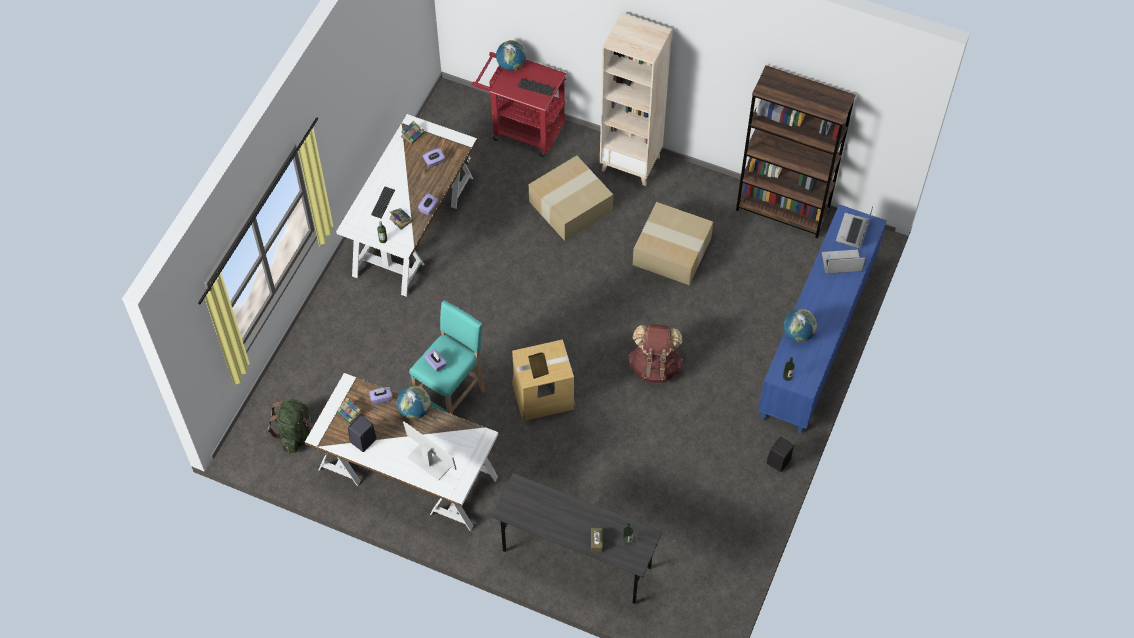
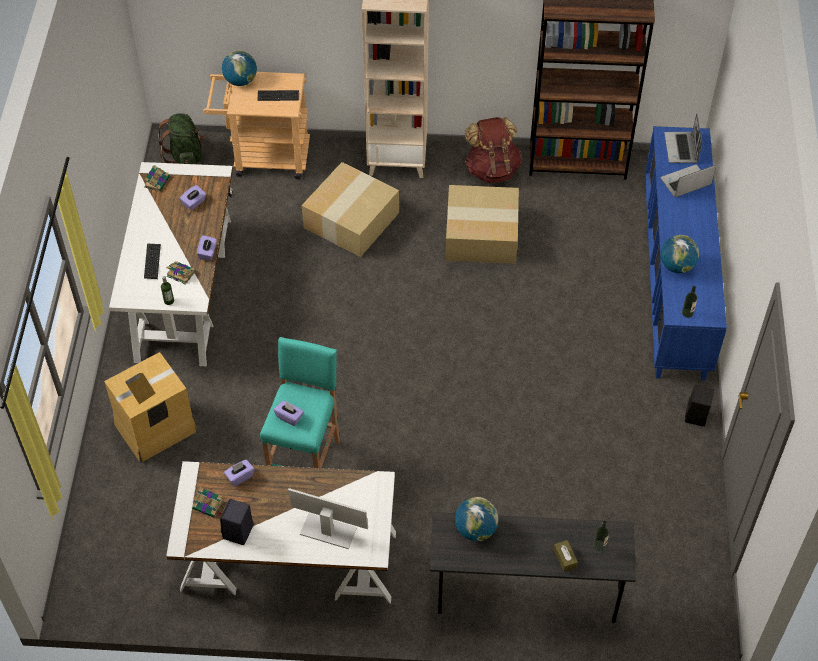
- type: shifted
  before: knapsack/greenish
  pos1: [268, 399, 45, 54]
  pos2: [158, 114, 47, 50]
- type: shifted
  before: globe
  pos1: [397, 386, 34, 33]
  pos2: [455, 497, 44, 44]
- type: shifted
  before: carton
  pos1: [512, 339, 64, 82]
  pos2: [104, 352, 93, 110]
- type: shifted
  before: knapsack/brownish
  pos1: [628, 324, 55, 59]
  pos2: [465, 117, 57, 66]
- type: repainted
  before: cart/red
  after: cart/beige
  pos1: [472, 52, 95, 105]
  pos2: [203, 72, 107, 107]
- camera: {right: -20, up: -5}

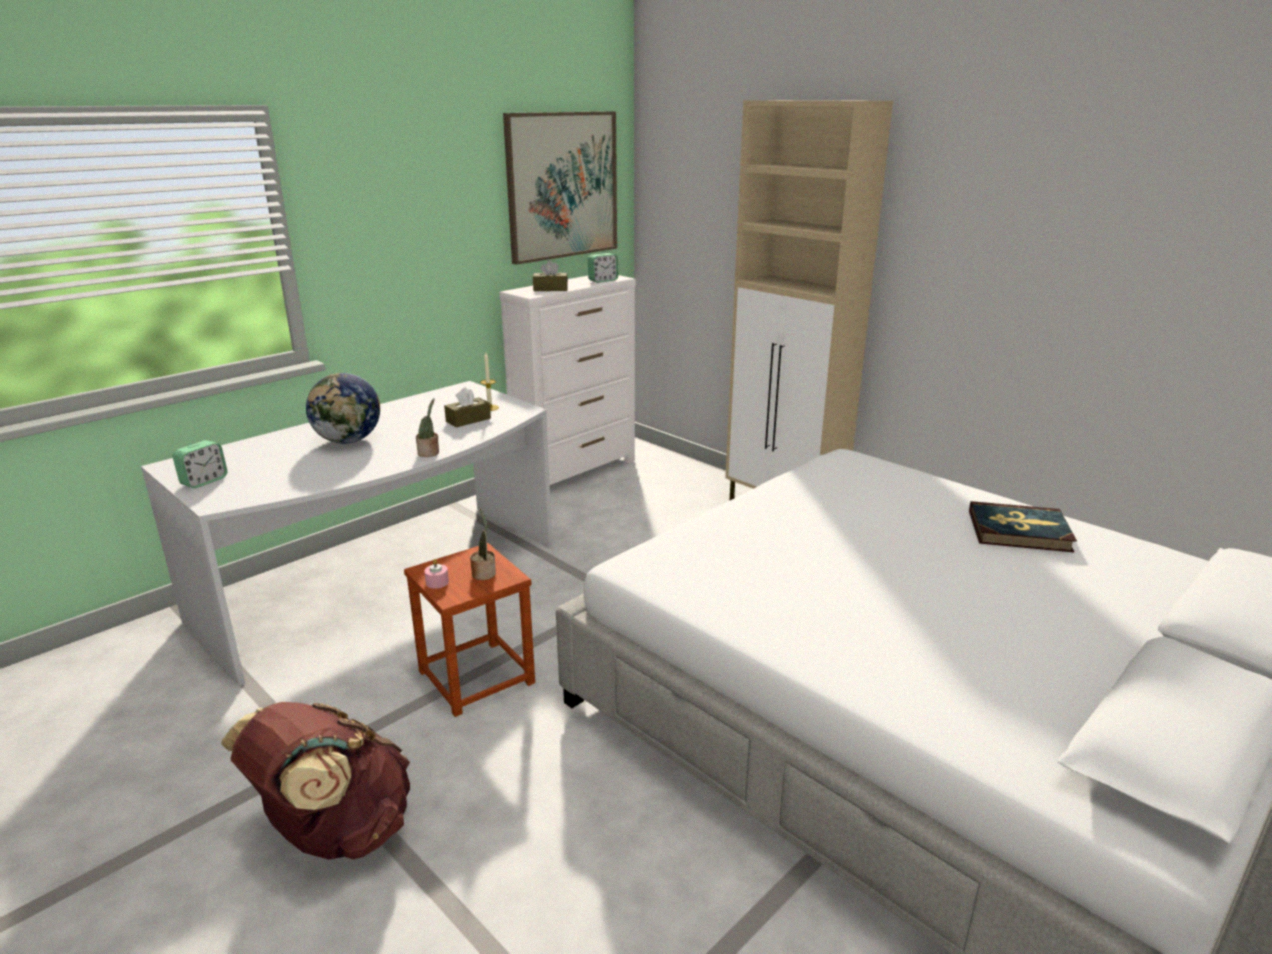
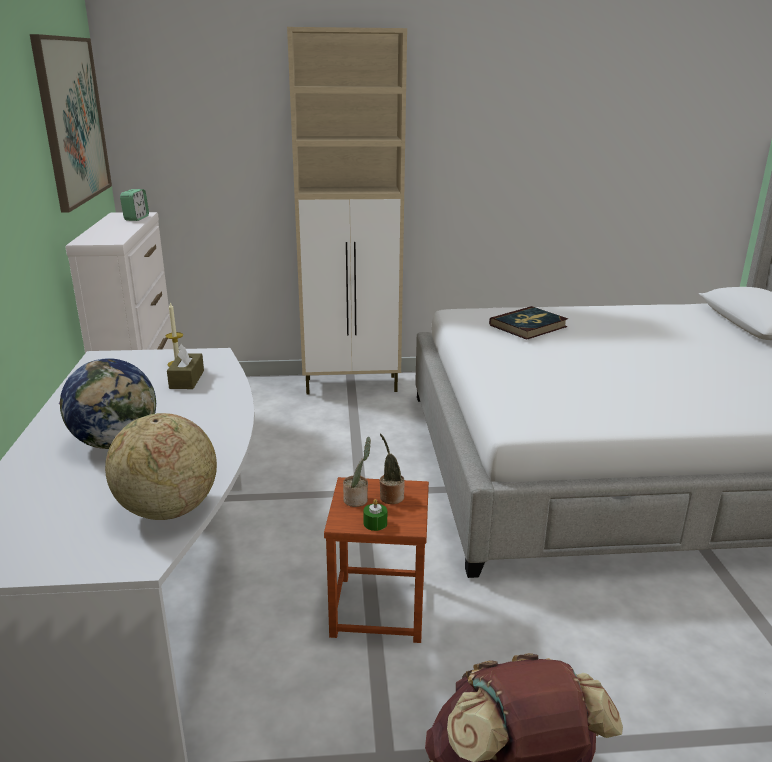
- type: gone
  before: table clock
  pos1: [173, 440, 54, 48]
- type: gone
  before: box of tissues/brownish
  pos1: [533, 260, 35, 31]
- type: new
  after: globe
  pos2: [105, 413, 112, 107]
- type: shifted
  before: potted plant
  pos1: [416, 398, 23, 59]
  pos2: [343, 437, 28, 70]
- type: shifted
  before: bound book
  pos1: [969, 501, 108, 51]
  pos2: [489, 306, 79, 34]
- type: repainted
  before: wax light/pinkish
  after: wax light/greenish
  pos1: [424, 559, 25, 30]
  pos2: [363, 499, 24, 32]
- camera: {right: -50, up: 0}

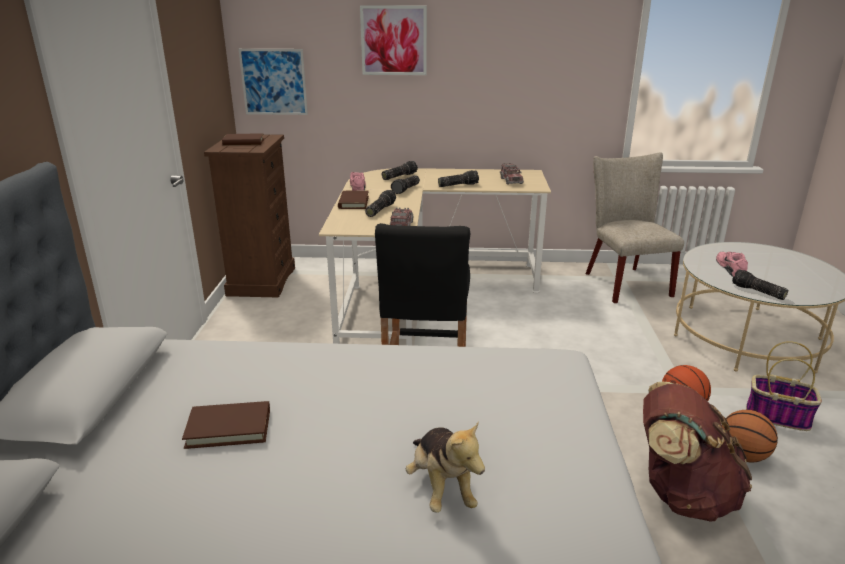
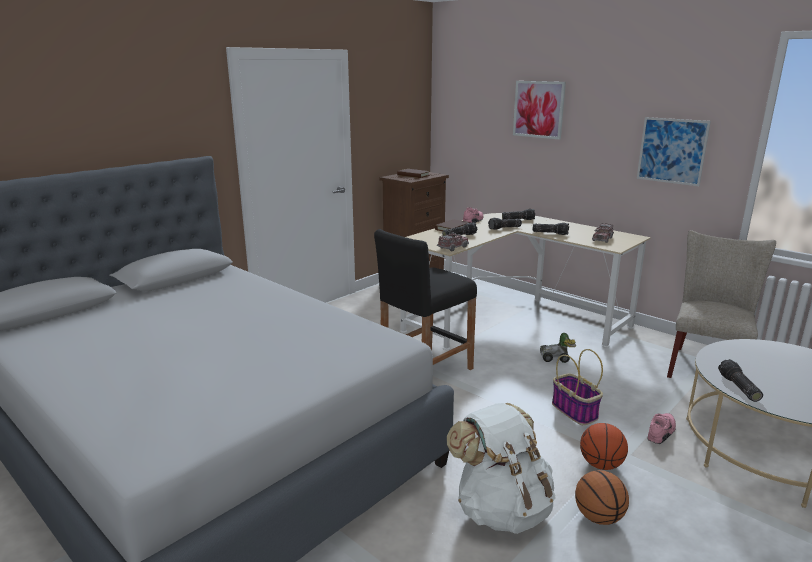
- type: gone
  before: bound book/brownish
  pos1: [182, 401, 88, 48]
- type: gone
  before: cuddly toy
  pos1: [406, 421, 79, 92]
- type: new
  after: miniature car
  pos2: [540, 333, 36, 30]
- type: shifted
  before: wall art
  pos1: [239, 49, 69, 66]
  pos2: [637, 117, 74, 69]
- type: shifted
  before: low shoe/pinkish
  pos1: [716, 252, 32, 25]
  pos2: [647, 413, 29, 31]
- type: shifted
  before: basket
  pos1: [746, 341, 76, 90]
  pos2: [552, 349, 51, 76]
- type: repainted
  before: knapsack/brownish
  after: knapsack/whitish
  pos1: [643, 382, 109, 140]
  pos2: [447, 403, 109, 131]
- camera: {right: 40, up: -5}

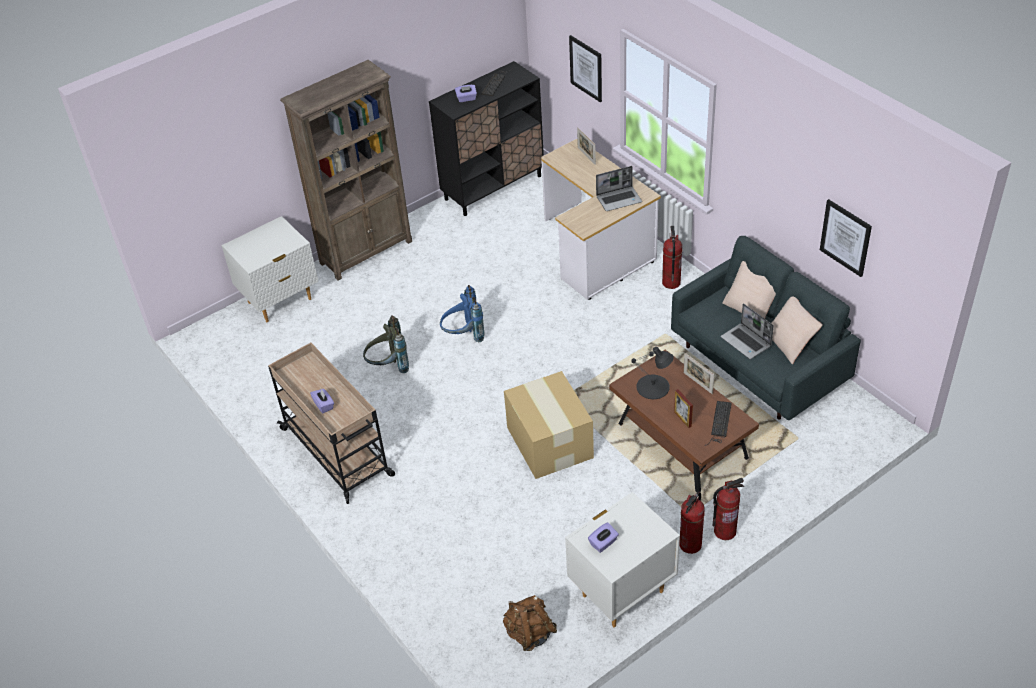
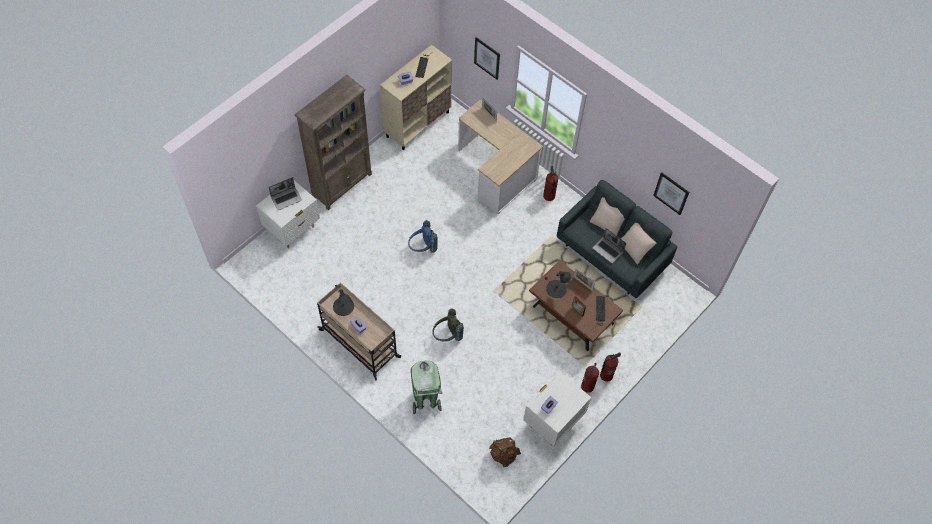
- type: gone
  before: carton
  pos1: [504, 371, 90, 108]
- type: new
  after: table lamp/black-coloured
  pos2: [333, 285, 21, 31]
- type: new
  after: trash can/greenish
  pos2: [411, 361, 31, 53]
- type: shifted
  before: knapsack/gray
  pos1: [363, 315, 46, 58]
  pos2: [432, 308, 32, 33]
- type: shifted
  before: notebook computer
  pos1: [596, 166, 46, 45]
  pos2: [268, 177, 34, 33]
- type: repainted
  before: cupboard/black-coloured
  after: cupboard/beige
  pos1: [429, 61, 115, 155]
  pos2: [380, 45, 72, 105]
- camera: {right: -15, up: 15}

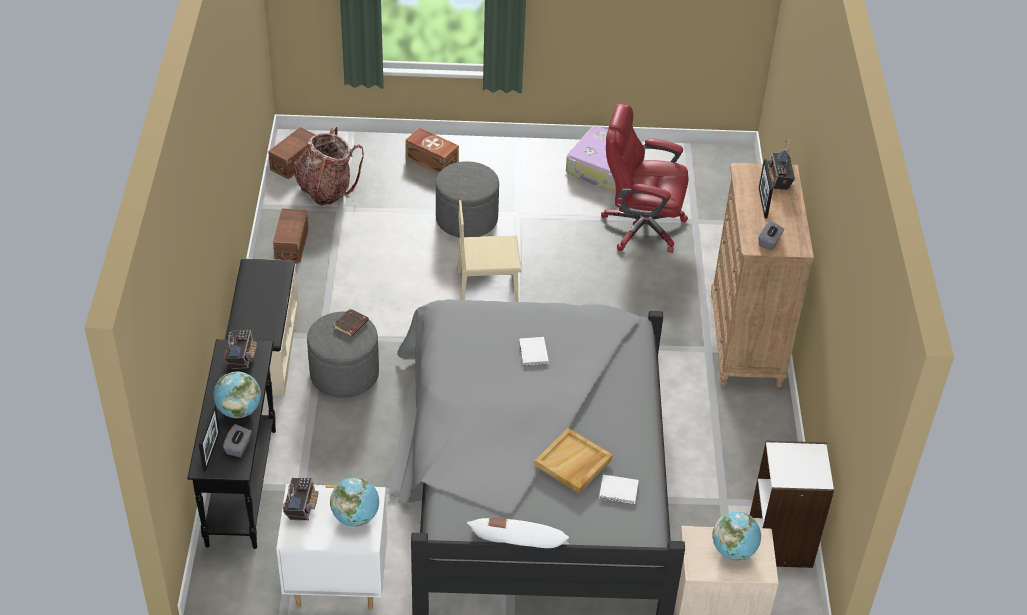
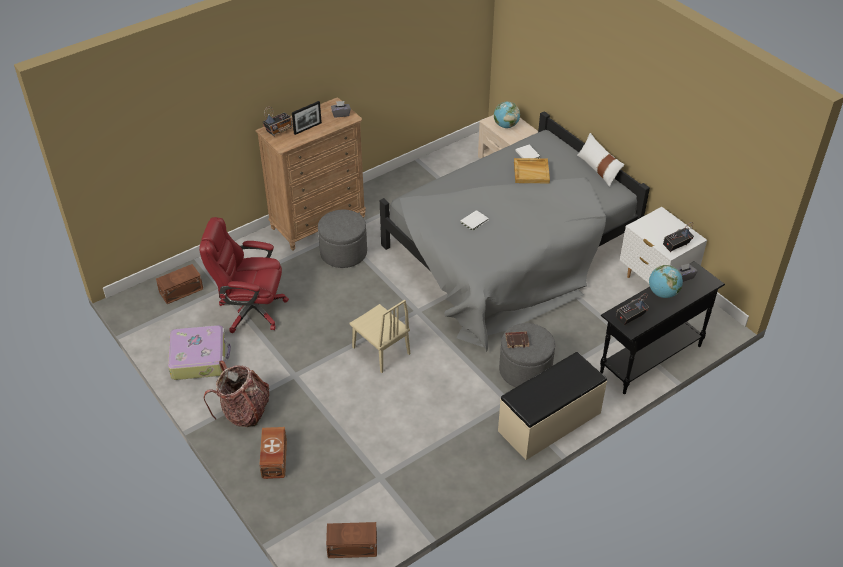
- type: gone
  before: standing frame
  pos1: [199, 405, 21, 66]
- type: gone
  before: globe
  pos1: [330, 477, 49, 50]
- type: gone
  before: bookcase/whitish
  pos1: [750, 440, 84, 128]
- type: shifted
  before: storage bin/brownish
  pos1: [273, 208, 36, 55]
  pos2: [156, 264, 47, 40]
- type: shifted
  before: knapsack
  pos1: [294, 126, 70, 80]
  pos2: [204, 360, 65, 67]
- type: shifted
  before: ottoman/gray
  pos1: [436, 161, 63, 77]
  pos2: [318, 210, 49, 58]
- type: rotated
  before: computer chair/red
  pos1: [601, 103, 88, 150]
  pos2: [199, 217, 90, 116]
  turn: 120
- camera: {right: -125, up: 0}

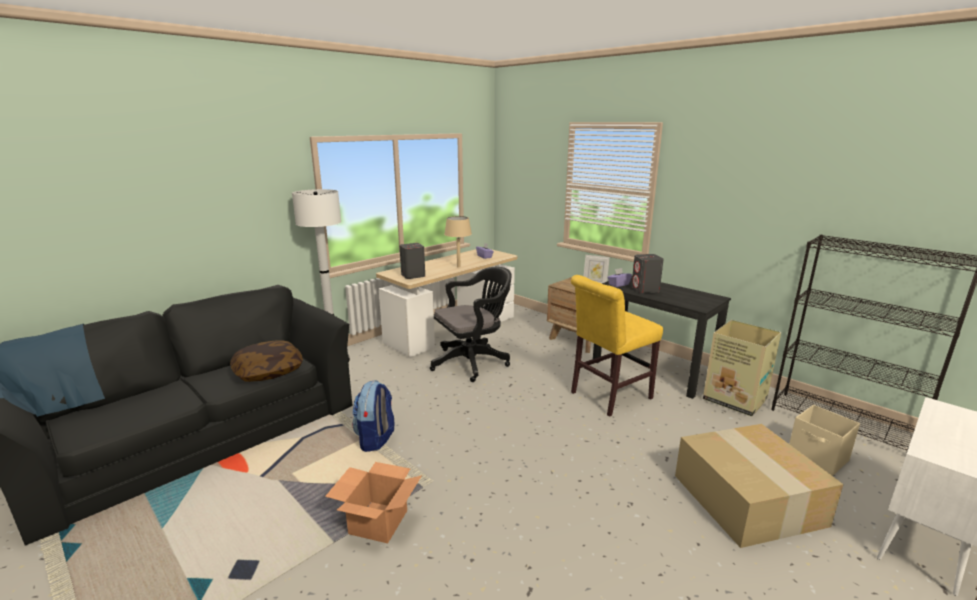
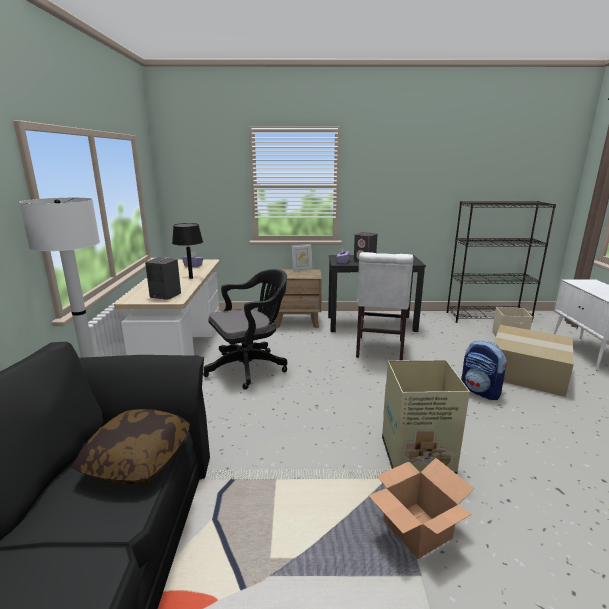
- type: shifted
  before: knapsack
  pos1: [352, 380, 42, 72]
  pos2: [461, 341, 47, 59]
- type: shifted
  before: carton
  pos1: [703, 320, 78, 96]
  pos2: [382, 360, 88, 114]
- type: repainted
  before: table lamp/beige
  after: table lamp/black-coloured
  pos1: [444, 216, 28, 51]
  pos2: [172, 223, 31, 56]
- type: repainted
  before: chair/yellowish
  after: chair/whitish
  pos1: [571, 275, 92, 142]
  pos2: [356, 252, 58, 109]
- type: rotated
  before: computer chair/black-coloured
  pos1: [430, 267, 82, 115]
  pos2: [203, 269, 84, 121]
  turn: 45
- camera: {right: -45, up: 0}

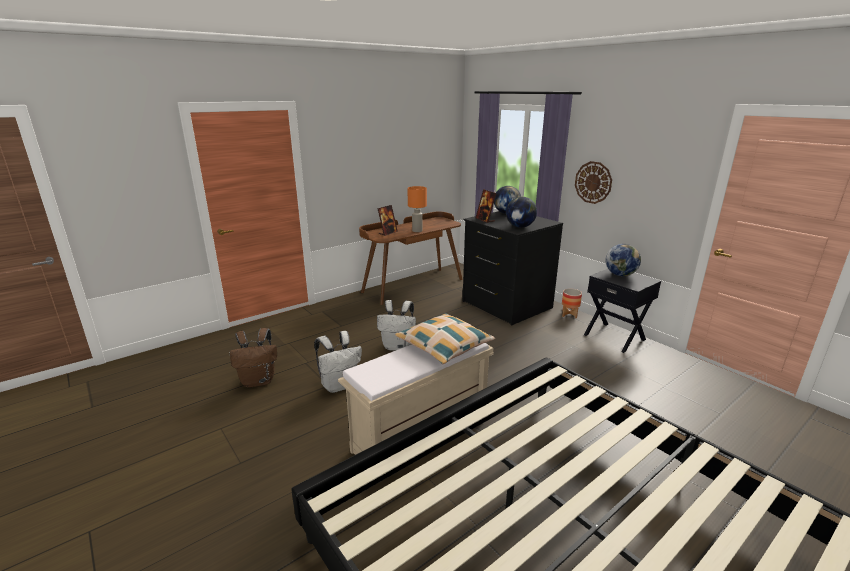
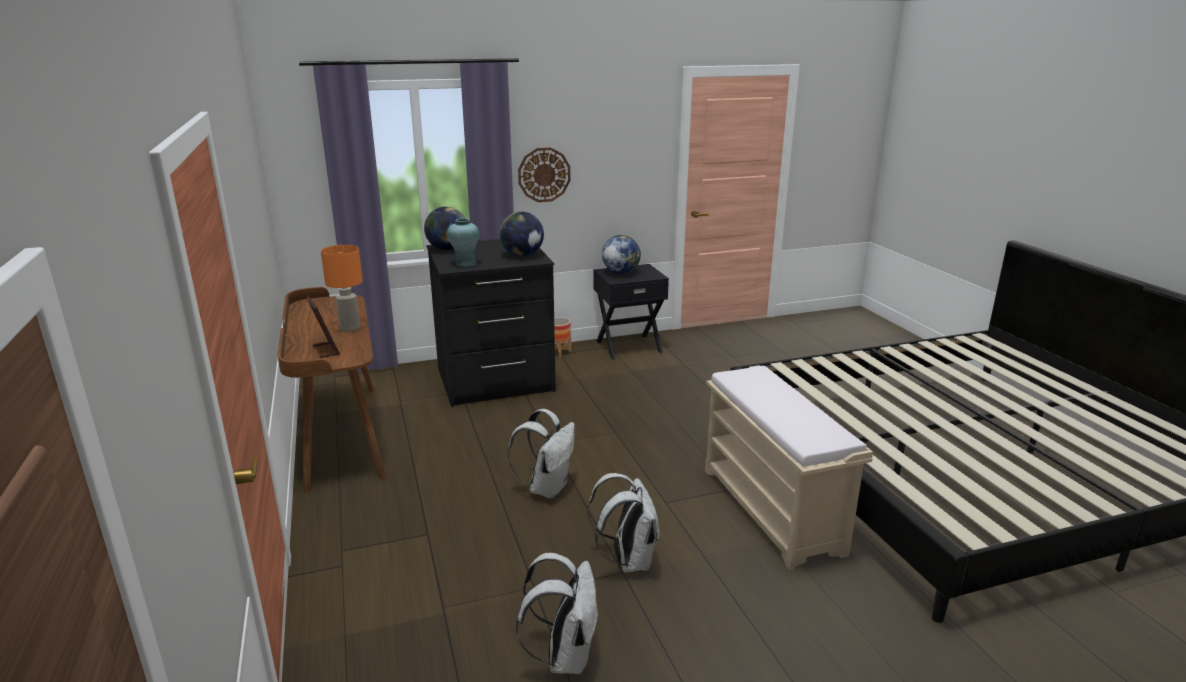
- type: gone
  before: cushion
  pos1: [395, 313, 100, 51]
- type: swapped
  before: standing frame
  after: flower vase/blue-green
  pos1: [475, 189, 22, 34]
  pos2: [448, 218, 31, 49]
- type: repainted
  before: knapsack/brownish
  after: knapsack/whitish
  pos1: [229, 328, 48, 60]
  pos2: [516, 553, 83, 121]
- camera: {right: -70, up: 0}

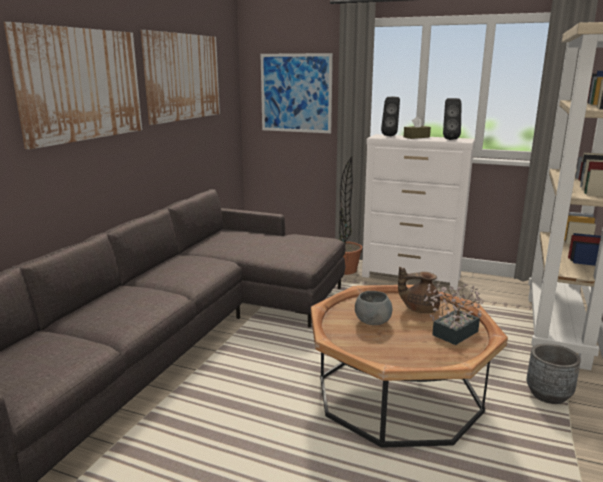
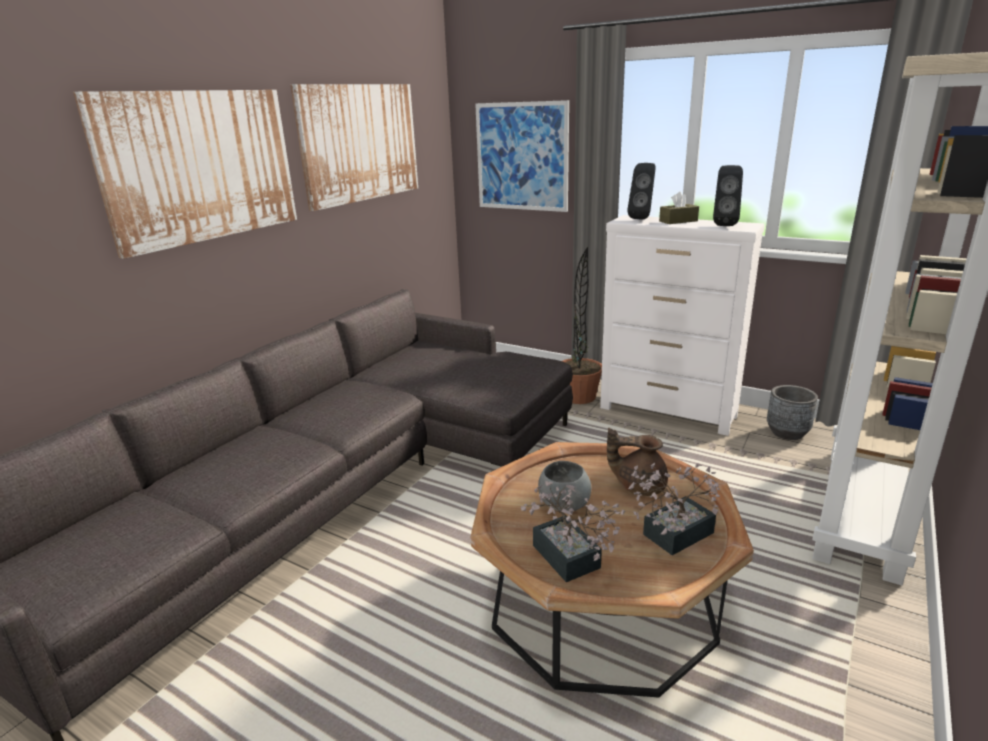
- type: new
  after: potted plant
  pos2: [521, 481, 104, 101]
- type: shifted
  before: plant pot/gray
  pos1: [527, 344, 54, 60]
  pos2: [767, 385, 51, 55]
- camera: {right: 10, up: 5}

